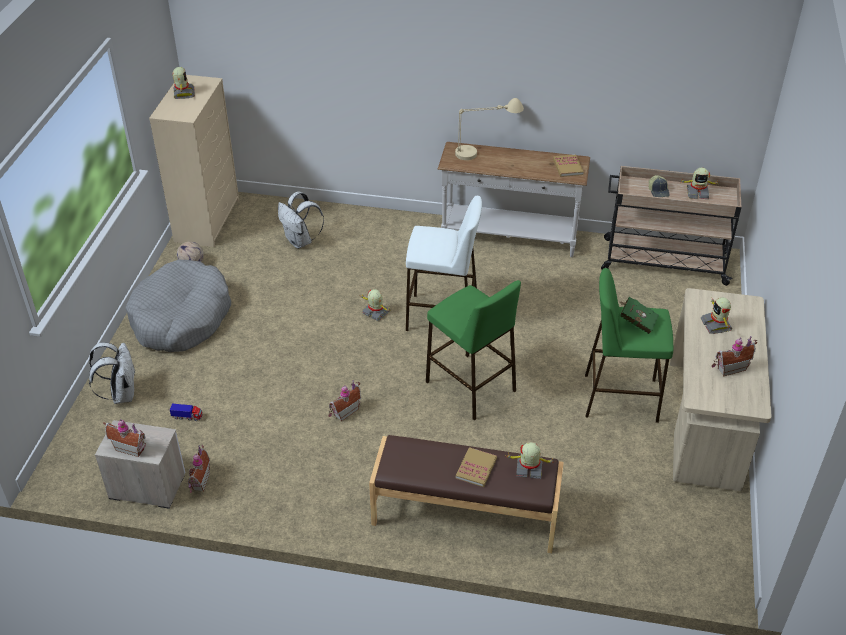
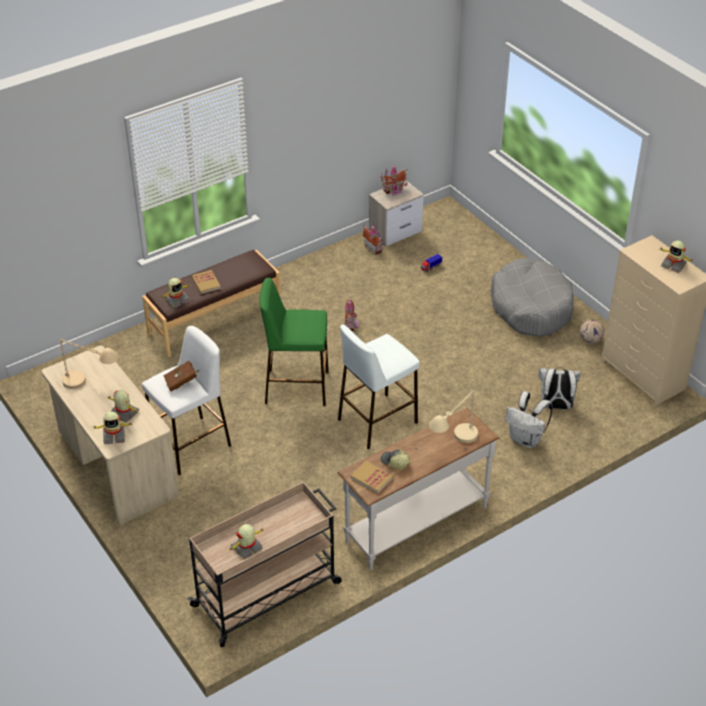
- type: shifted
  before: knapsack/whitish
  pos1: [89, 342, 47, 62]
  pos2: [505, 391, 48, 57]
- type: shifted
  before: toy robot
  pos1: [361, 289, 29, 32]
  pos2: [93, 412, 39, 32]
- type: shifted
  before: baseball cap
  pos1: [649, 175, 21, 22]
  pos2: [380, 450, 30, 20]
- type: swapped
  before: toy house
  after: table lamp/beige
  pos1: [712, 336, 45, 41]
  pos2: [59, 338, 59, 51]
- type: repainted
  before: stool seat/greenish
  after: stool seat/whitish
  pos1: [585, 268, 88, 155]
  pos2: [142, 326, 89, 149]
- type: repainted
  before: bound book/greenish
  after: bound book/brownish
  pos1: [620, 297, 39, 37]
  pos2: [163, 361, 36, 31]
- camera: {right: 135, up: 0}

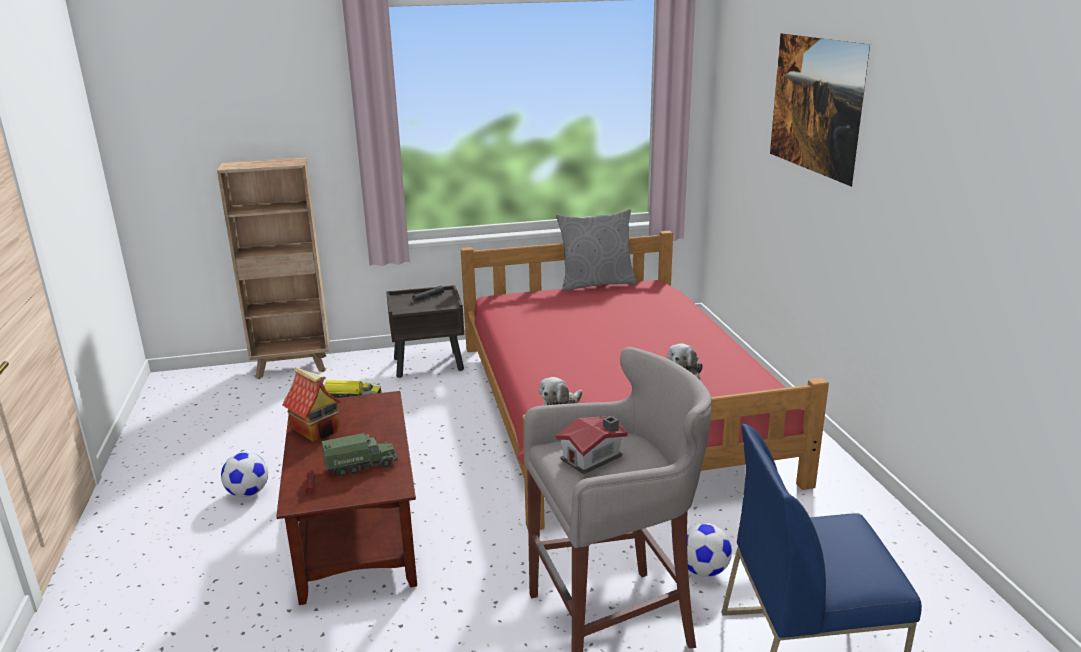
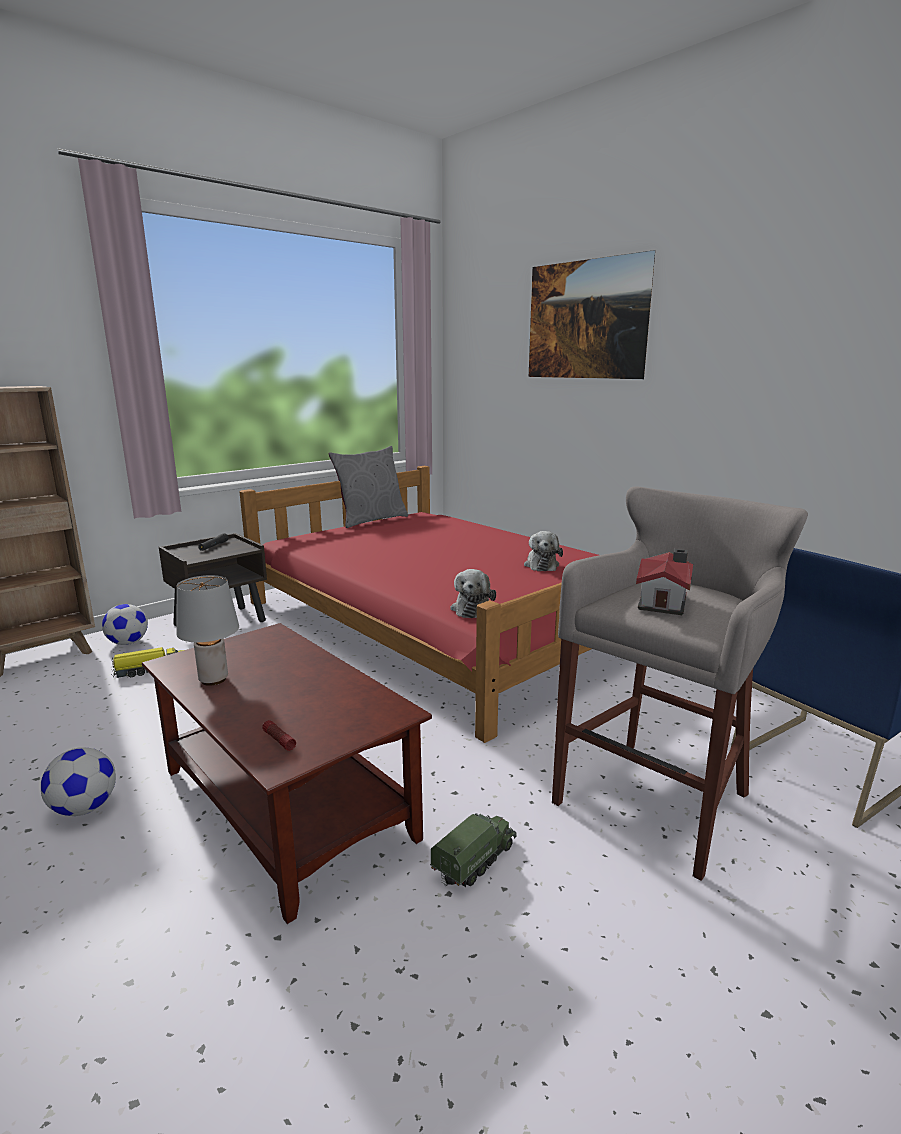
- type: shifted
  before: model truck
  pos1: [322, 433, 76, 43]
  pos2: [430, 813, 87, 74]
- type: shifted
  before: ball for football
  pos1: [687, 523, 45, 54]
  pos2: [102, 604, 46, 41]
- type: swapped
  before: toy house
  after: table lamp/gray
  pos1: [282, 368, 59, 74]
  pos2: [176, 575, 63, 111]
- camera: {right: -30, up: -5}

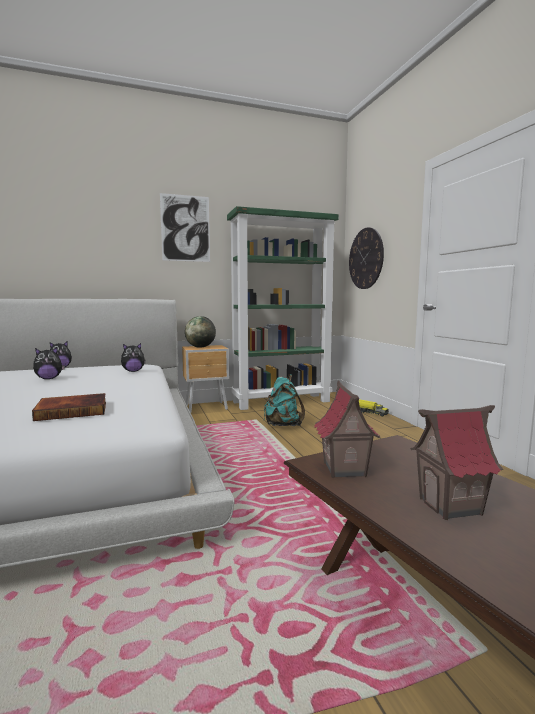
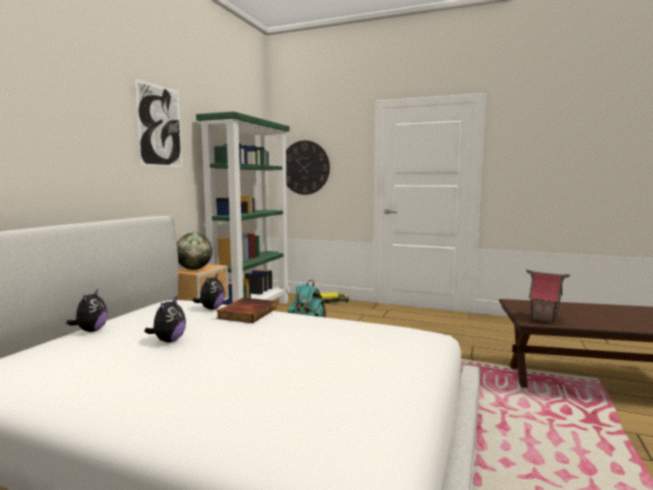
- type: gone
  before: toy house
  pos1: [410, 405, 94, 115]
- type: shifted
  before: bound book
  pos1: [32, 393, 74, 28]
  pos2: [217, 298, 59, 25]
- camera: {right: -50, up: 0}

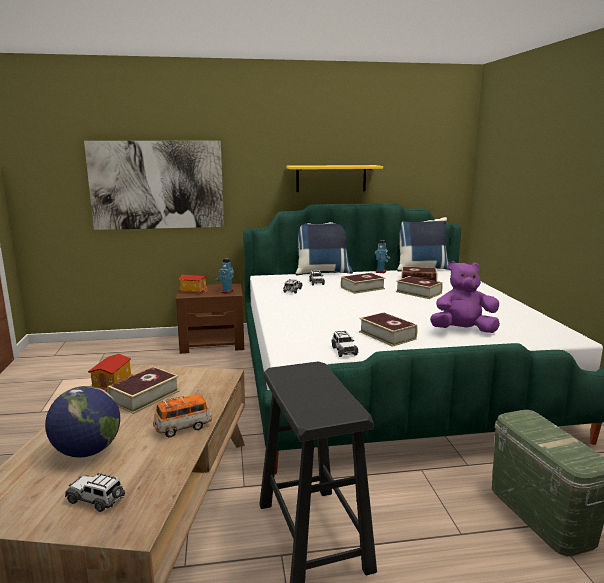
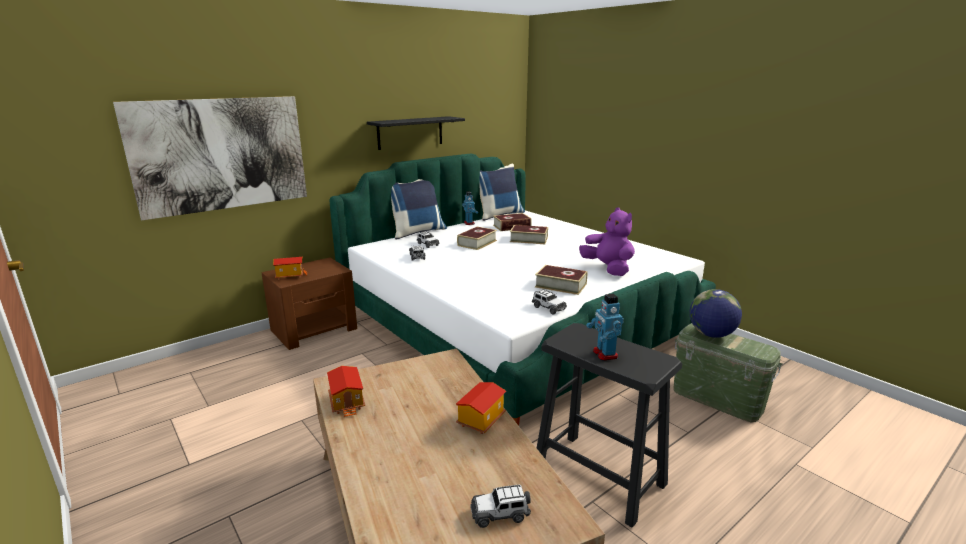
- type: gone
  before: bound book
  pos1: [108, 367, 71, 47]
- type: shifted
  before: globe
  pos1: [45, 386, 75, 72]
  pos2: [690, 289, 52, 49]
- type: shifted
  before: toy robot
  pos1: [216, 258, 18, 36]
  pos2: [586, 294, 38, 66]
- type: swapped
  before: miniature car
  after: toy house
  pos1: [153, 395, 59, 43]
  pos2: [456, 382, 50, 52]
- type: repainted
  before: shelf/yellowish
  after: shelf/black-coloured
  pos1: [287, 165, 96, 27]
  pos2: [367, 116, 98, 34]
- type: rotated
  before: cuddly toy/purplish
  pos1: [430, 261, 70, 72]
  pos2: [579, 207, 56, 69]
  turn: 90
- camera: {right: -30, up: 5}

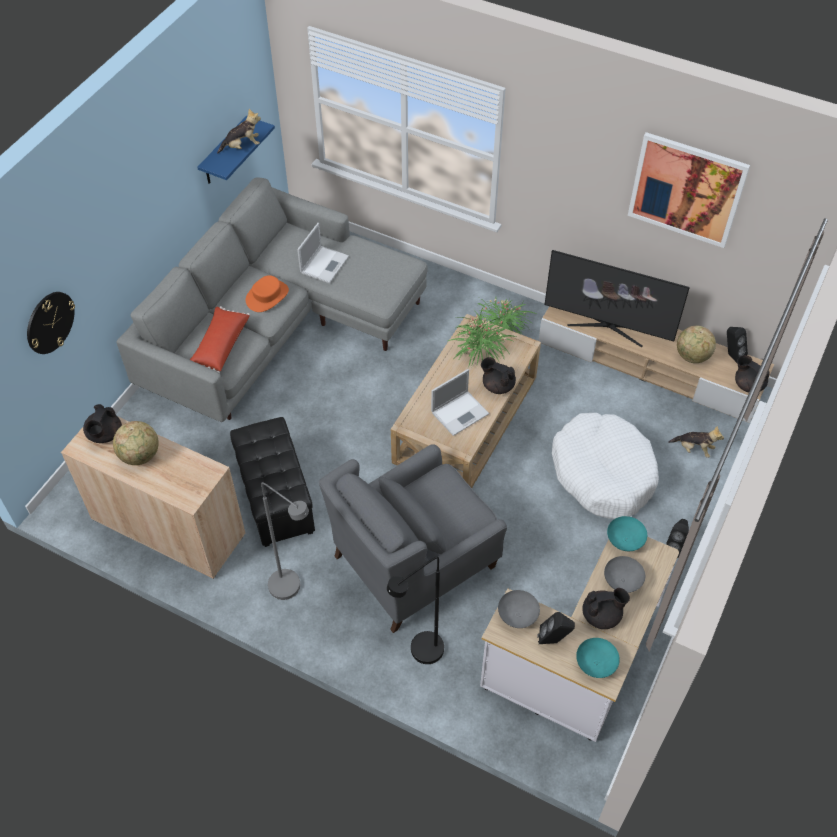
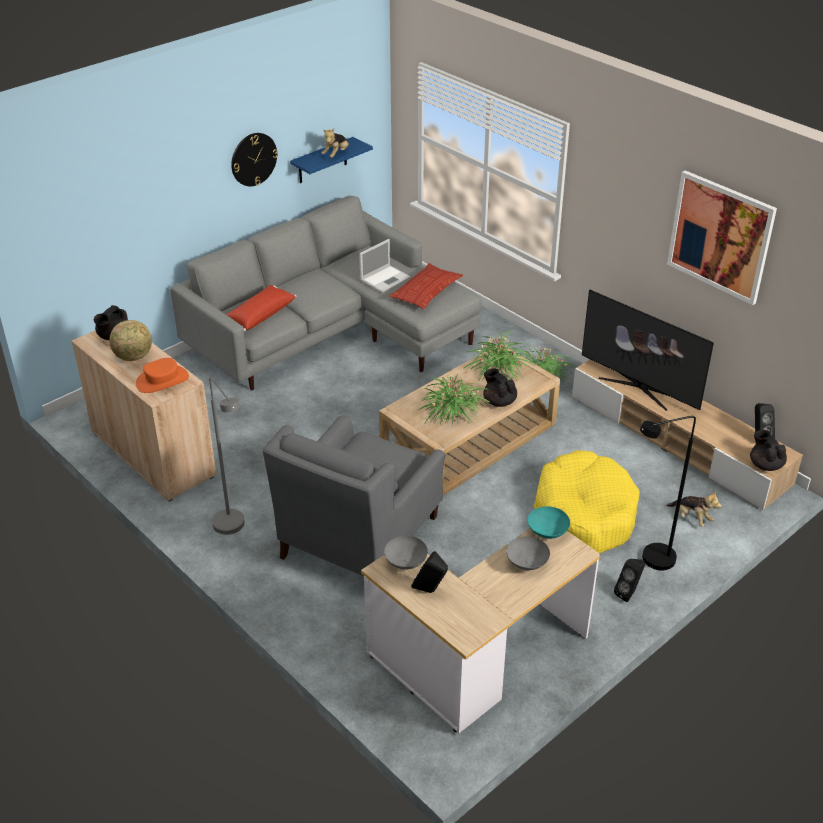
- type: gone
  before: ottoman/black-coloured
  pos1: [230, 417, 85, 130]
- type: gone
  before: bowl/blue-green
  pos1: [576, 638, 44, 40]
- type: gone
  before: pot for tea/black-coloured
  pos1: [583, 588, 47, 41]
- type: gone
  before: globe
  pos1: [677, 326, 39, 37]
- type: new
  after: cushion
  pos2: [389, 263, 74, 46]
- type: shifted
  before: hanging clock
  pos1: [27, 292, 48, 62]
  pos2: [231, 133, 47, 53]
- type: shifted
  before: clothing hat/orangey
  pos1: [246, 275, 43, 37]
  pos2: [136, 358, 53, 35]
- type: shifted
  before: floor lamp/black-coloured
  pos1: [387, 556, 57, 108]
  pos2: [640, 416, 56, 154]
- type: swapped
  before: notebook computer
  after: potted plant
  pos1: [431, 369, 58, 67]
  pos2: [419, 374, 72, 51]
- type: repainted
  before: pet bed/whitish
  after: pet bed/yellowish
  pos1: [552, 413, 107, 106]
  pos2: [534, 450, 106, 104]
- type: rotated
  before: cuddly toy
  pos1: [217, 109, 44, 45]
  pos2: [322, 129, 27, 29]
  turn: 120
- type: rotated
  before: lounge chair/gray
  pos1: [319, 444, 188, 189]
  pos2: [263, 415, 183, 161]
  turn: -45
- camera: {right: 20, up: -15}

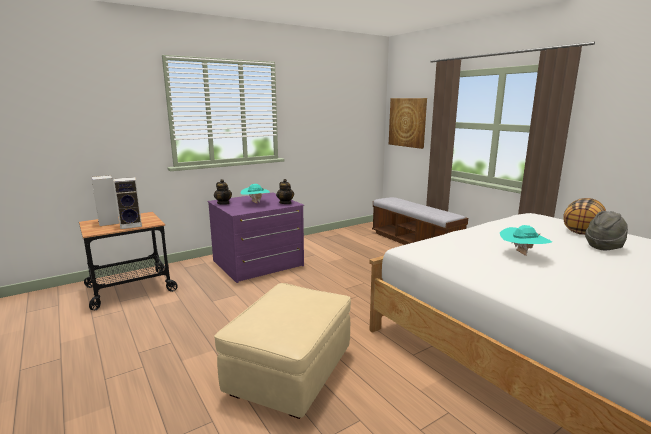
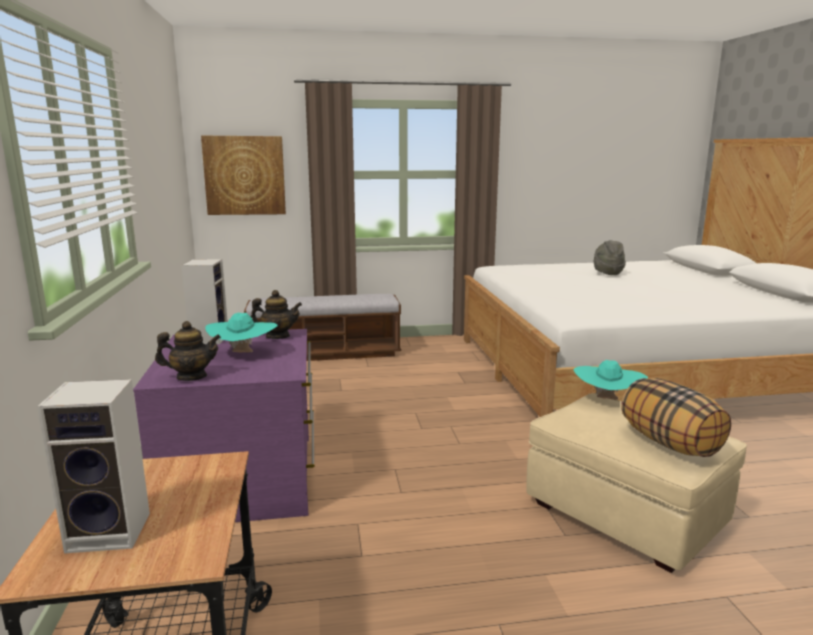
- type: shifted
  before: audio speaker
  pos1: [114, 177, 28, 52]
  pos2: [181, 259, 47, 85]
- type: shifted
  before: clothing hat/blue-green
  pos1: [500, 225, 52, 31]
  pos2: [573, 360, 75, 40]
- type: shifted
  before: cushion
  pos1: [563, 198, 43, 37]
  pos2: [621, 378, 110, 79]
- camera: {right: -65, up: 0}

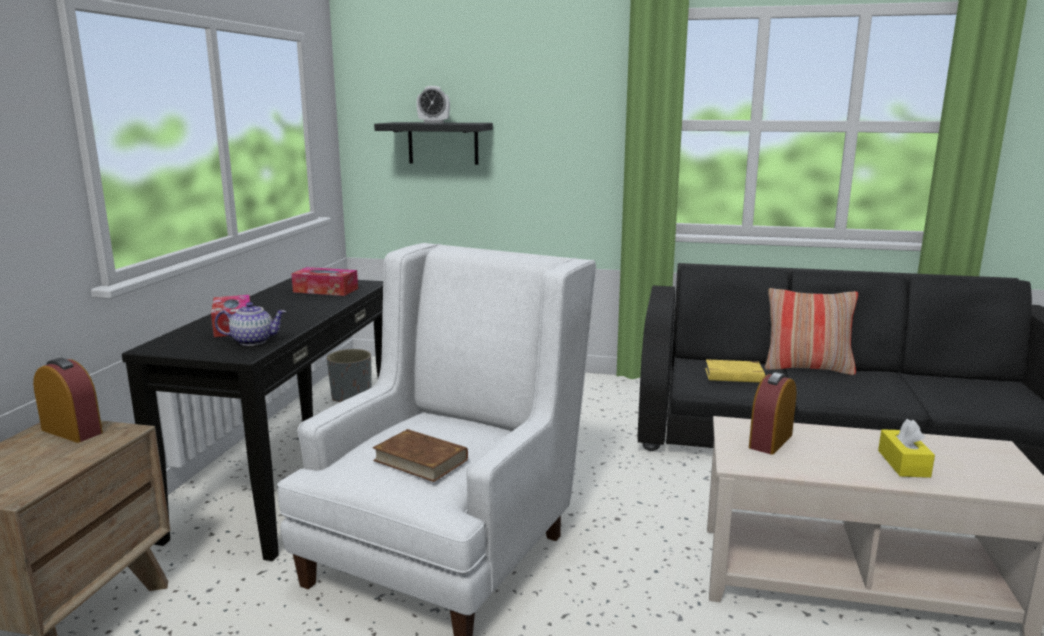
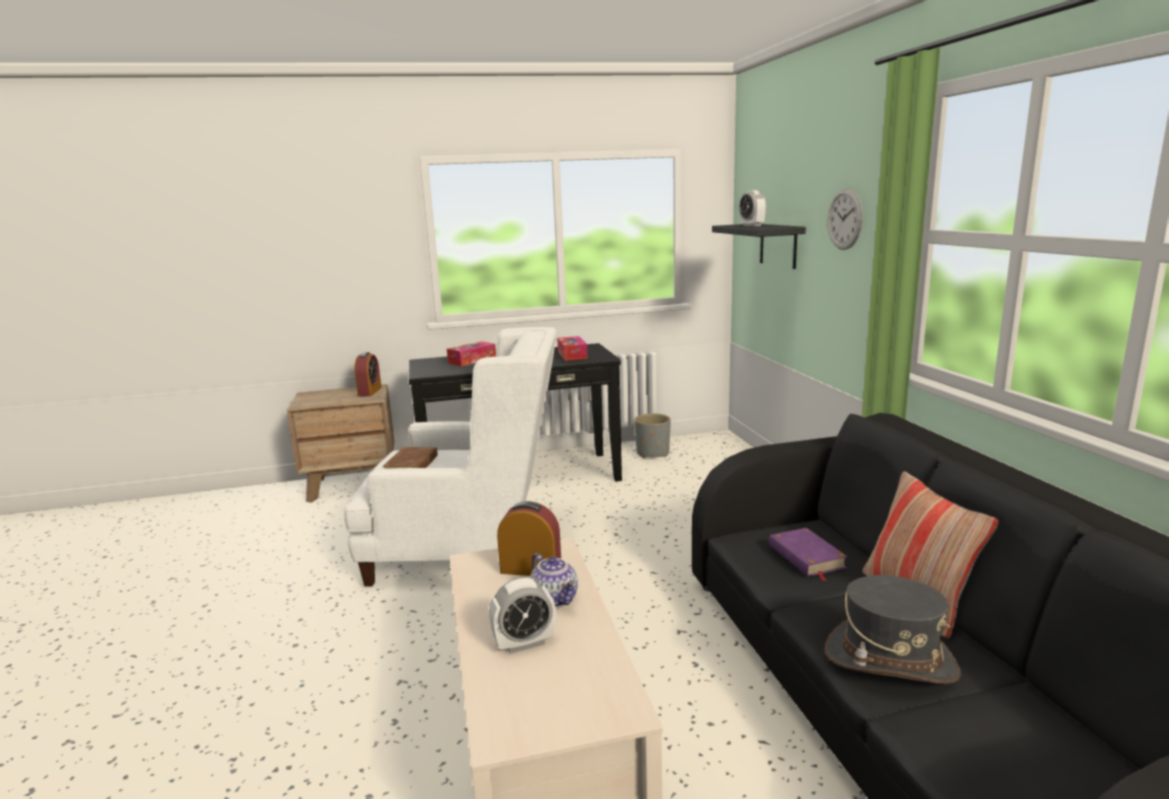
- type: new
  after: clothing hat/gray
  pos2: [824, 575, 137, 109]
- type: new
  after: hanging clock
  pos2: [828, 188, 35, 62]
- type: shifted
  before: pot for tea
  pos1: [215, 302, 71, 44]
  pos2: [530, 553, 48, 55]
- type: swapped
  before: box of tissues/yellowish
  after: table clock
  pos1: [878, 419, 57, 59]
  pos2: [489, 578, 67, 76]
- type: repainted
  before: bound book/yellowish
  after: bound book/purplish
  pos1: [705, 359, 60, 24]
  pos2: [769, 528, 79, 53]
- camera: {right: 65, up: 0}

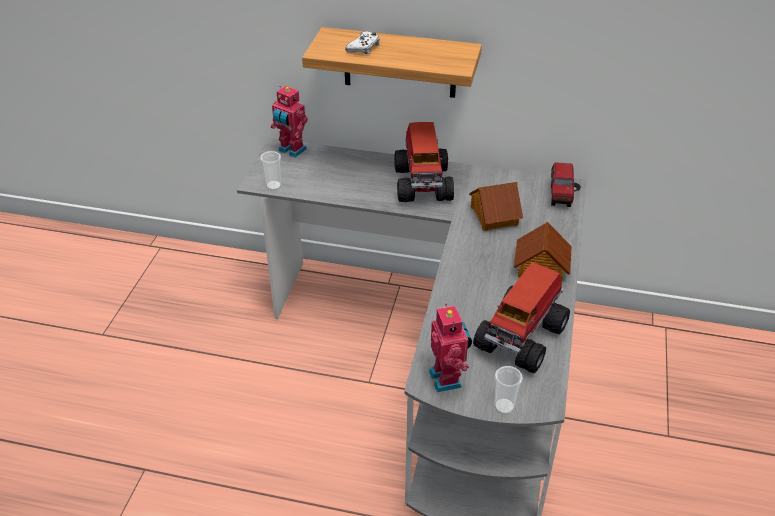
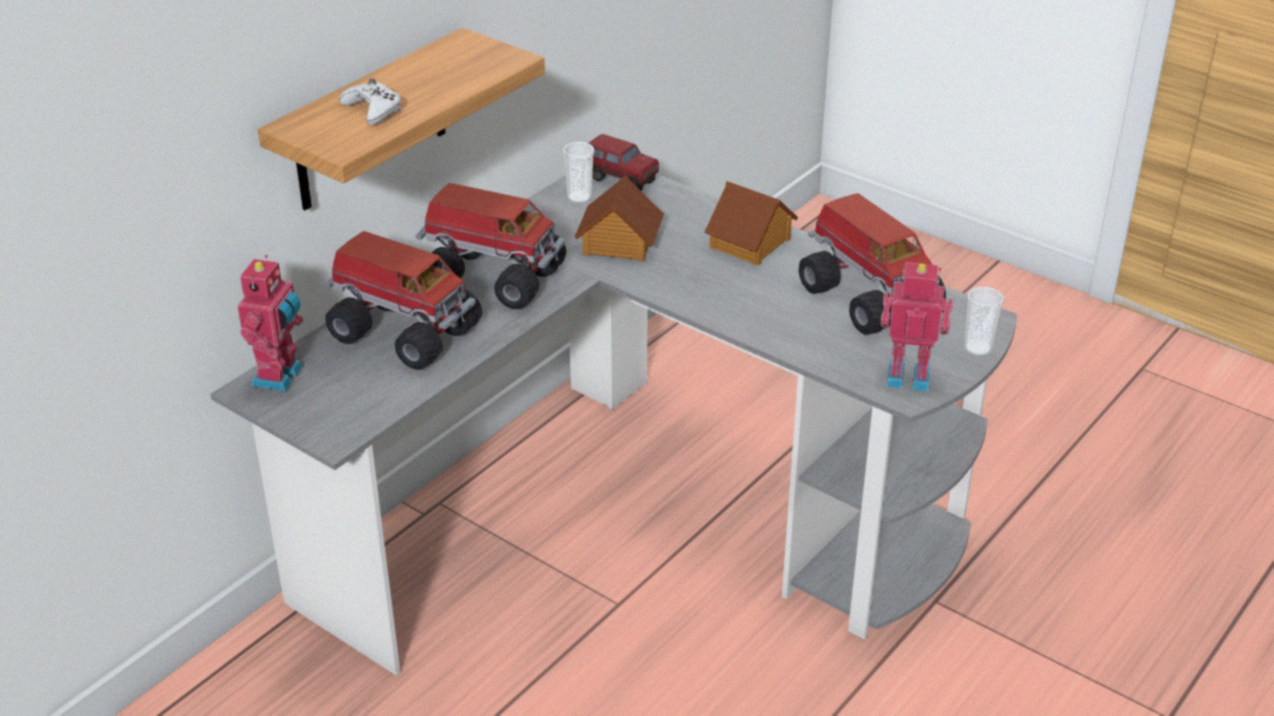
- type: new
  after: model truck
  pos2: [324, 231, 158, 139]
- type: shifted
  before: cup
  pos1: [260, 151, 21, 39]
  pos2: [563, 142, 31, 61]
- type: rotated
  before: toy robot
  pos1: [271, 86, 37, 72]
  pos2: [237, 255, 66, 136]
  turn: -45
- camera: {right: -65, up: -5}

